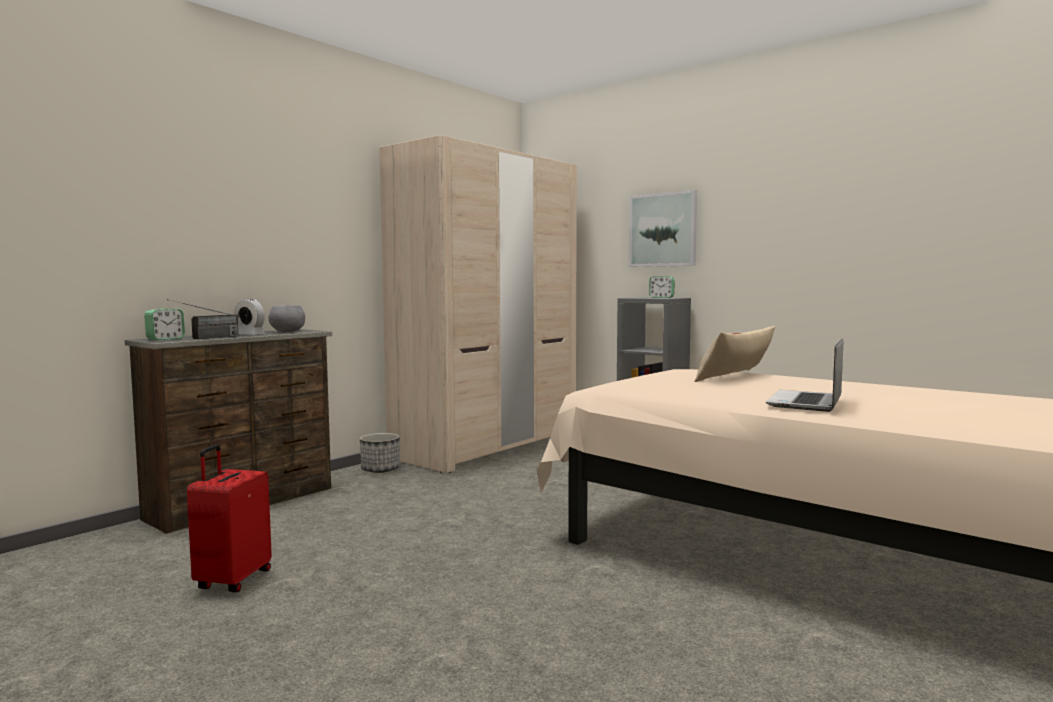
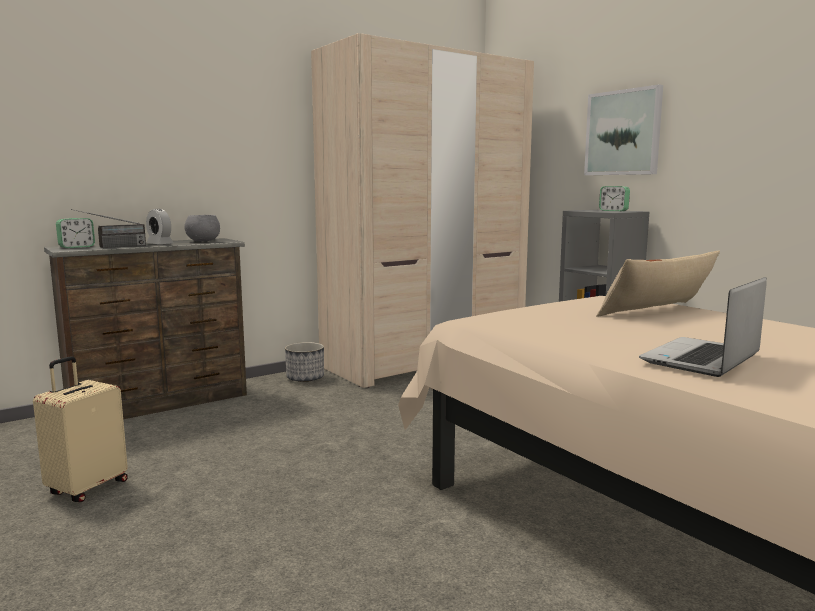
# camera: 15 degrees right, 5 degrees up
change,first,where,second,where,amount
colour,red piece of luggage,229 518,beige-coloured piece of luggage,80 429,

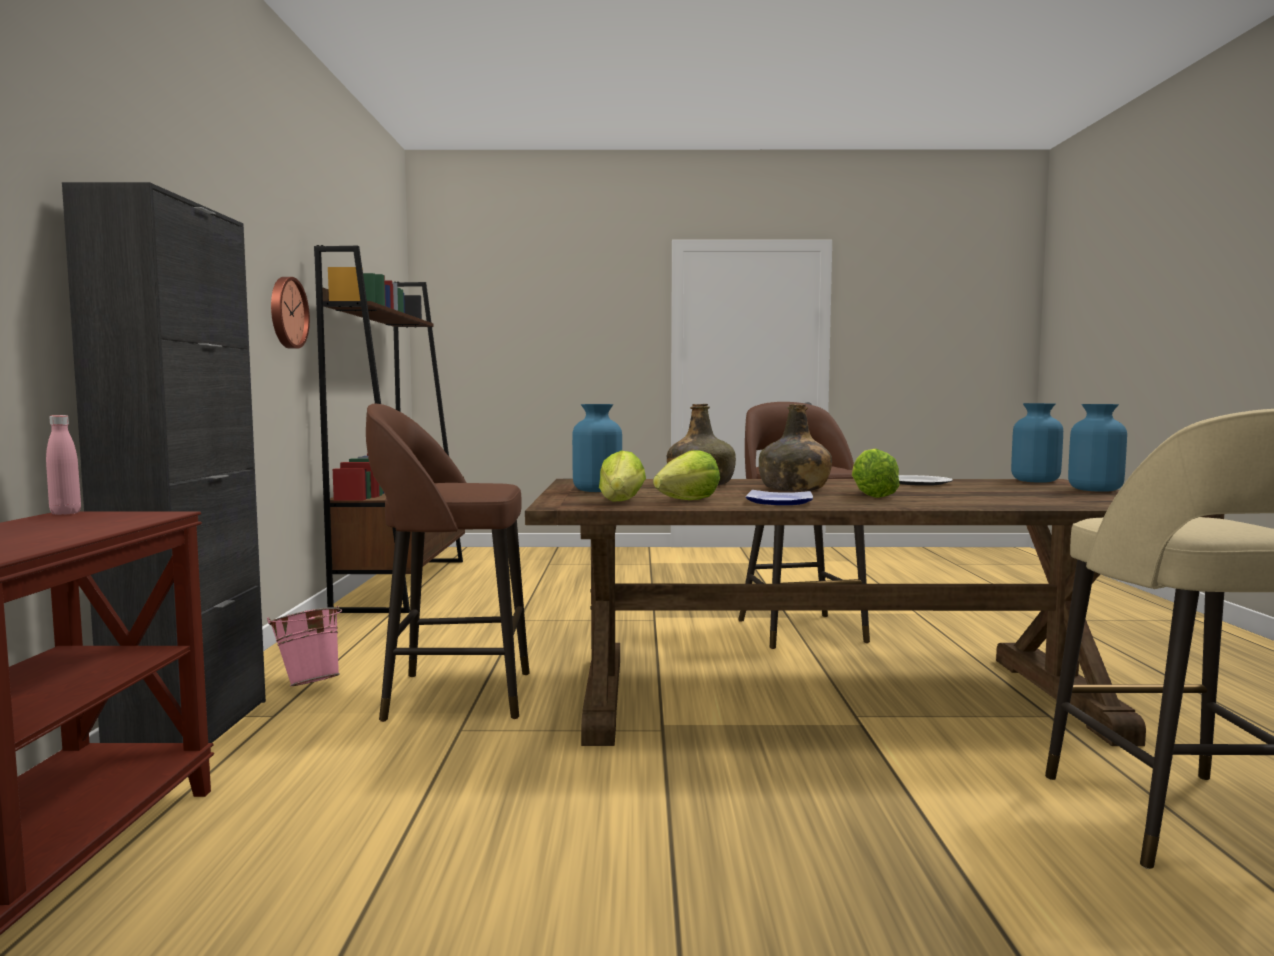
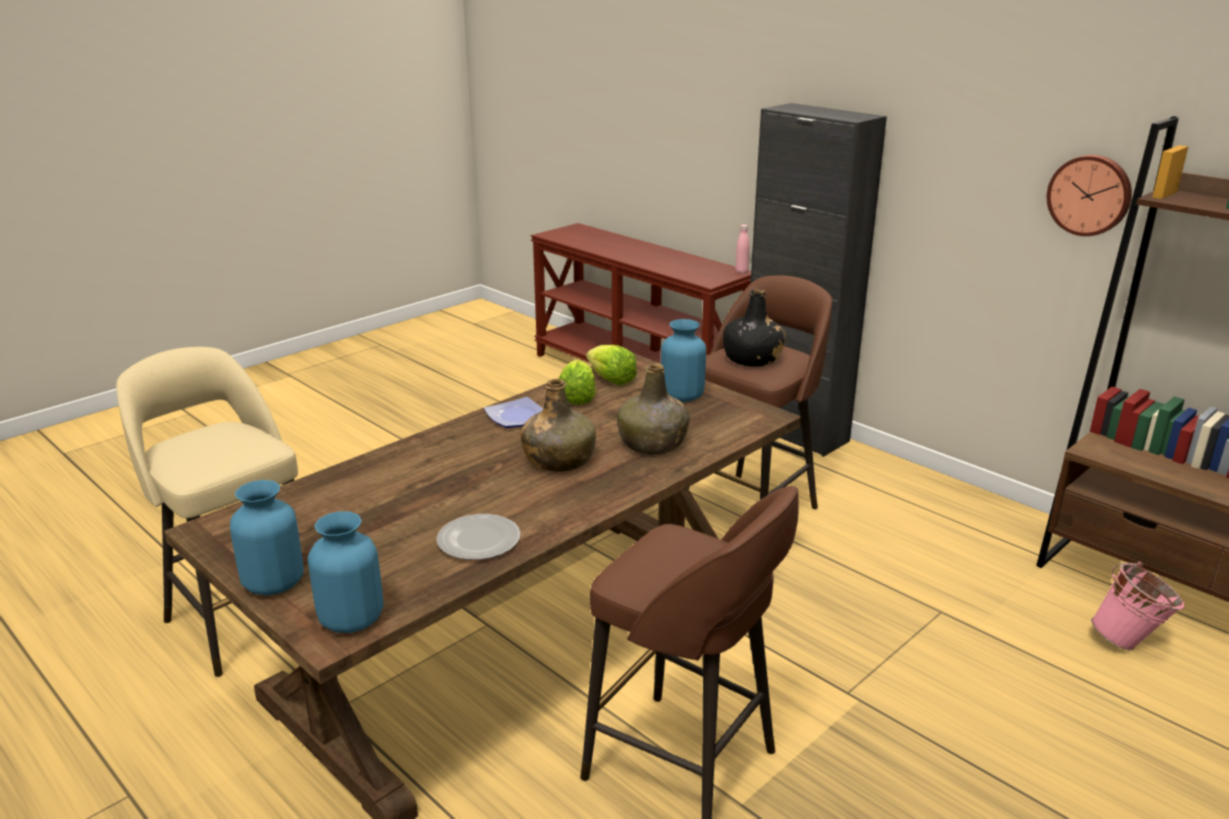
# camera: 135 degrees right, 20 degrees up
change,first,where,second,where,amount
missing,lettuce,876 473,,,
appeared,,,blackish beverage bottle,754 328,
relocated,pink bucket,304 646,,1137 606,

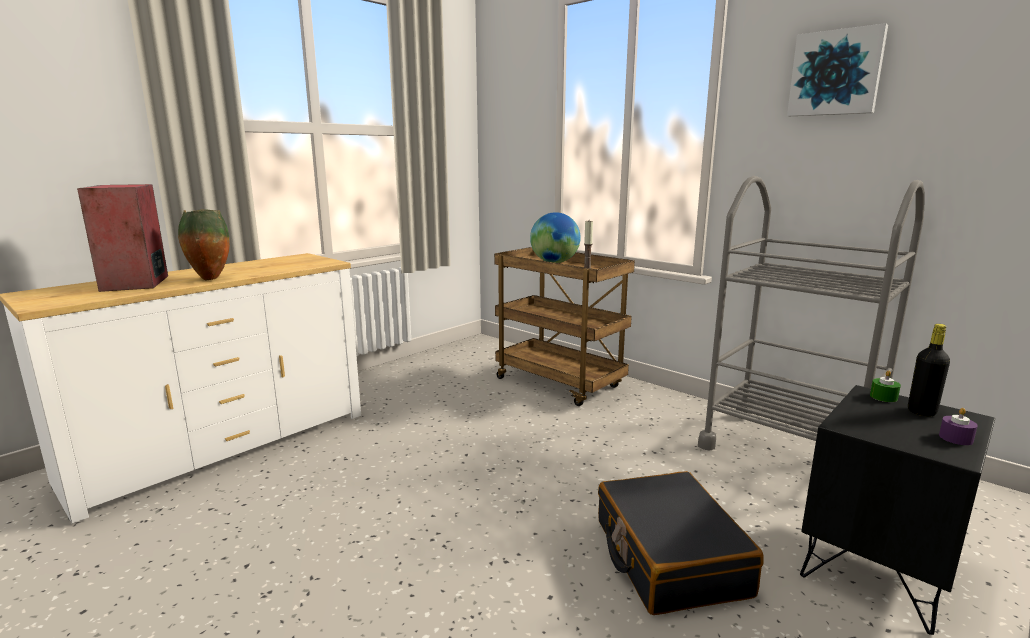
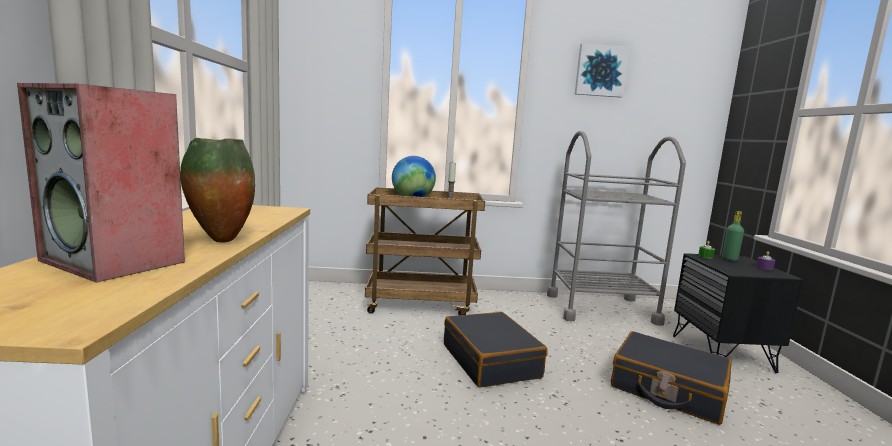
# camera: 45 degrees left, 5 degrees down
change,first,where,second,where,amount
appeared,,,blackish piece of luggage,495 350,
colour,blackish beverage bottle,929 370,green-coloured beverage bottle,733 236,

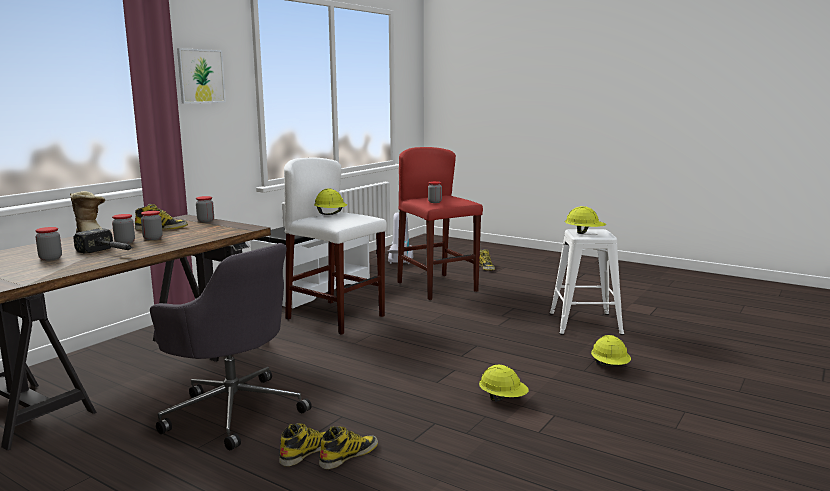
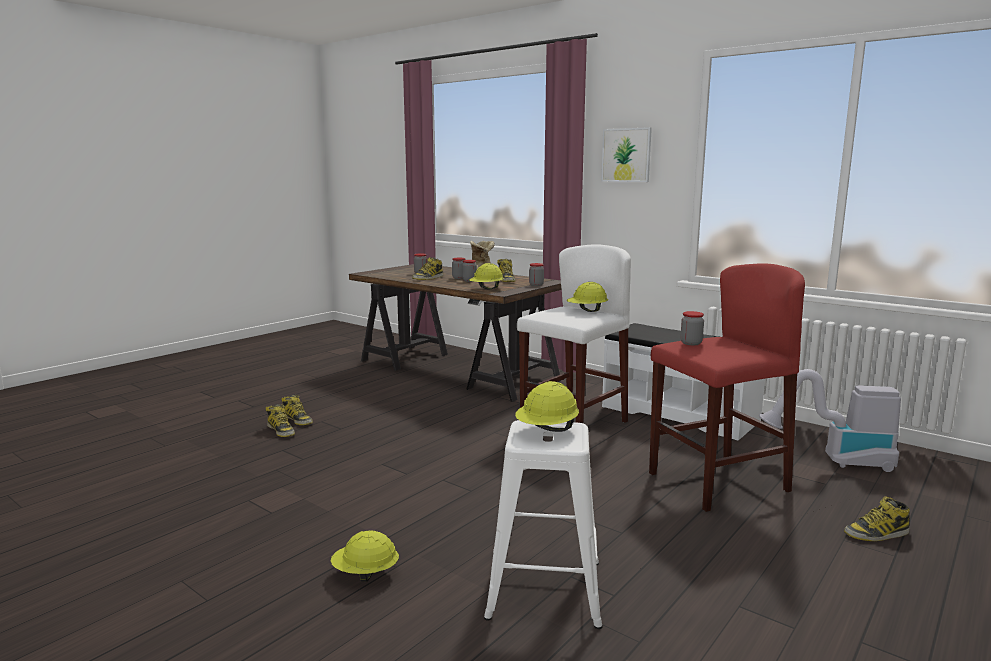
# camera: 95 degrees right, 0 degrees up
change,first,where,second,where,amount
missing,grey computer chair,231 346,,,
relocated,yellow-coloured work helmet,504 383,,486 276,
exchanged,hand hammer,103 240,high-top boot,427 268,

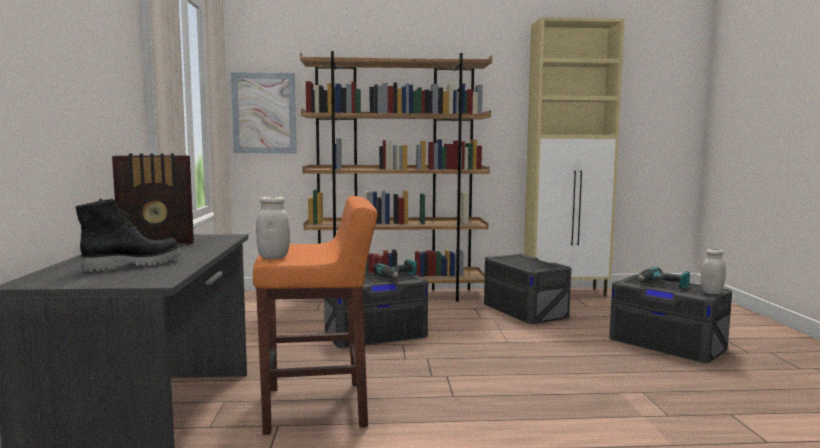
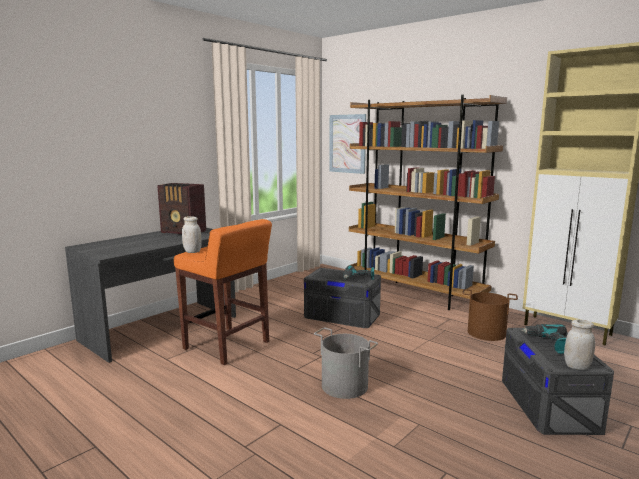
# camera: 45 degrees right, 5 degrees up
change,first,where,second,where,amount
missing,blackish high-top boot,129 235,,,
appeared,,,grey bucket,346 363,
exchanged,grey storage container,527 289,brownish bucket,490 315,

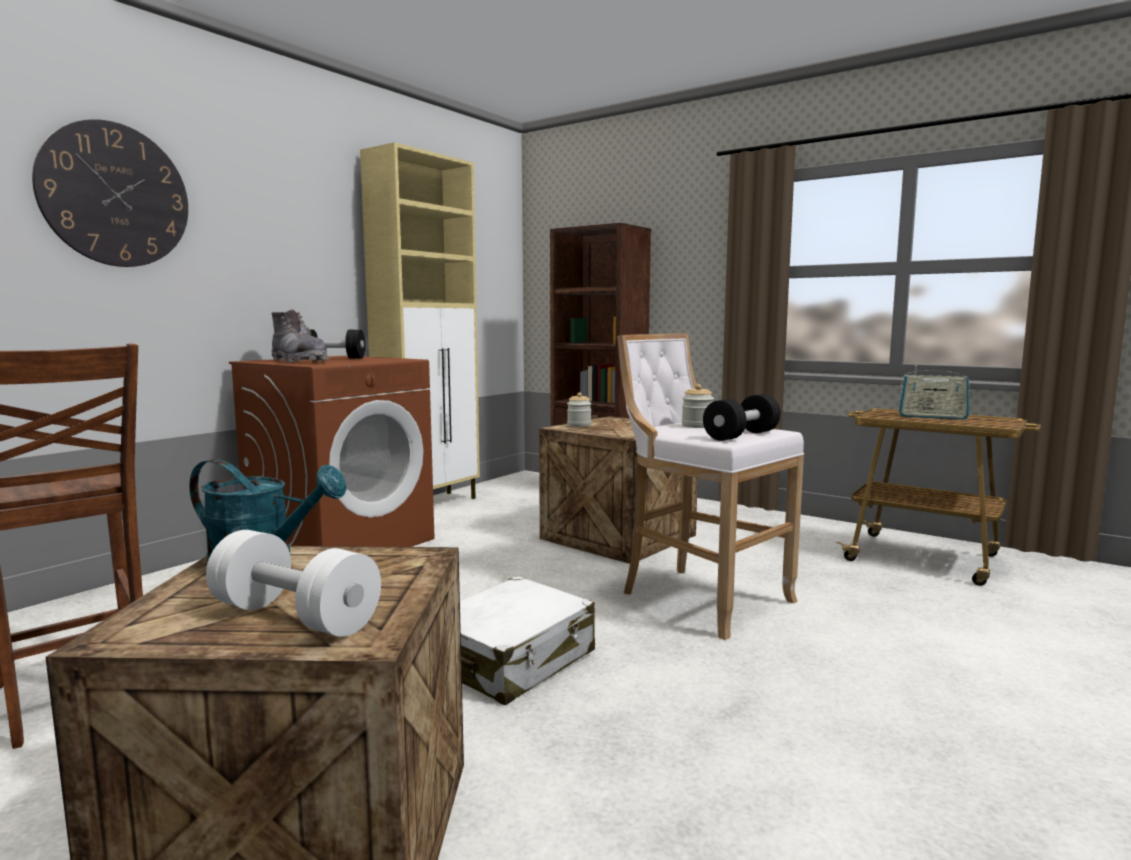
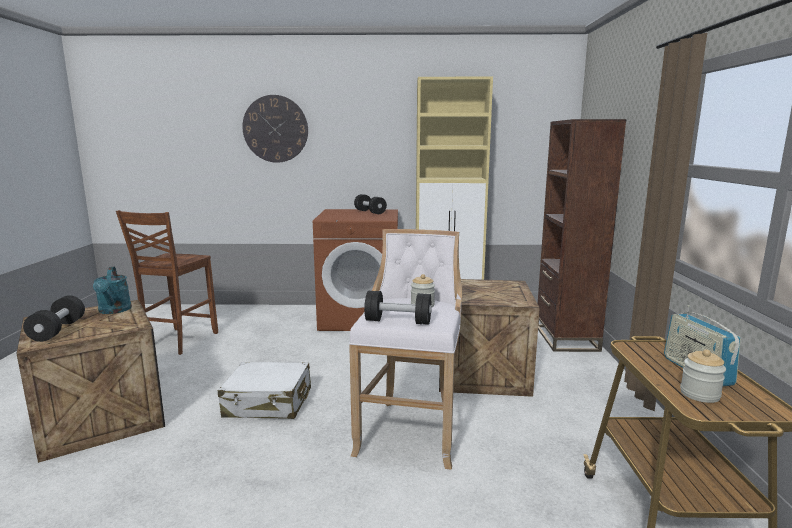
# camera: 55 degrees right, 5 degrees up
change,first,where,second,where,amount
missing,grey high-top boot,299 336,,,
relocated,storage jar,579 409,,703 376,
colour,whitish dumbbell,293 583,blackish dumbbell,54 318,

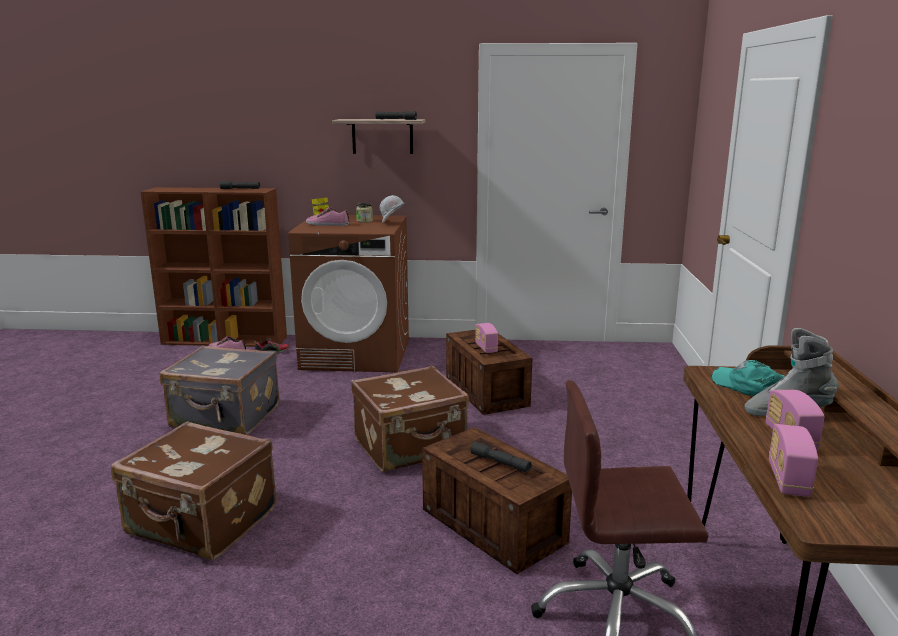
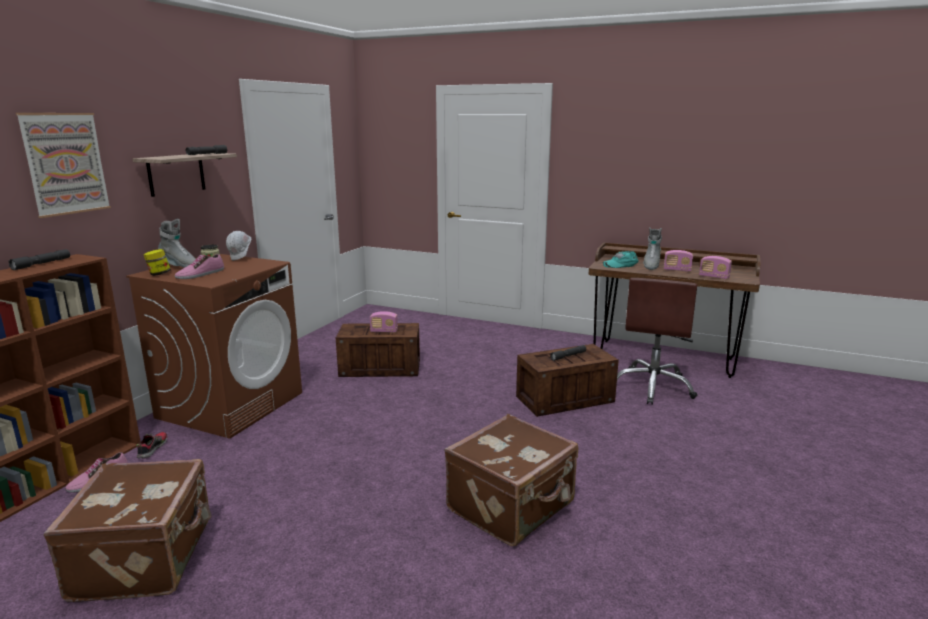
# camera: 70 degrees left, 0 degrees up
change,first,where,second,where,amount
missing,grey piece of luggage,220 390,,,
appeared,,,wall picture,63 165,
appeared,,,grey high-top boot,177 243,
relocated,brownish piece of luggage,410 418,,128 530,

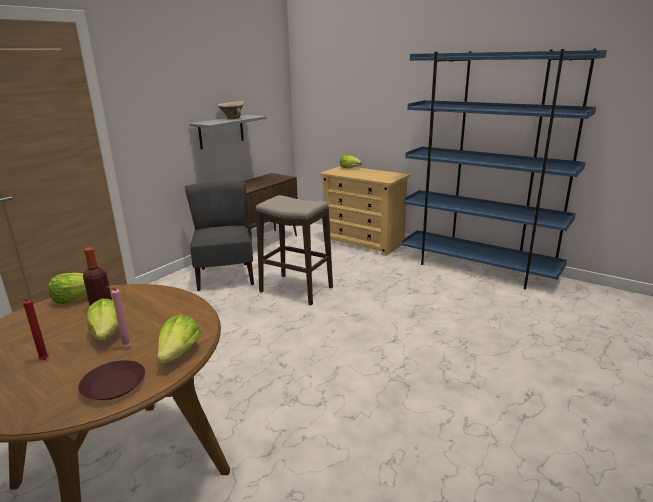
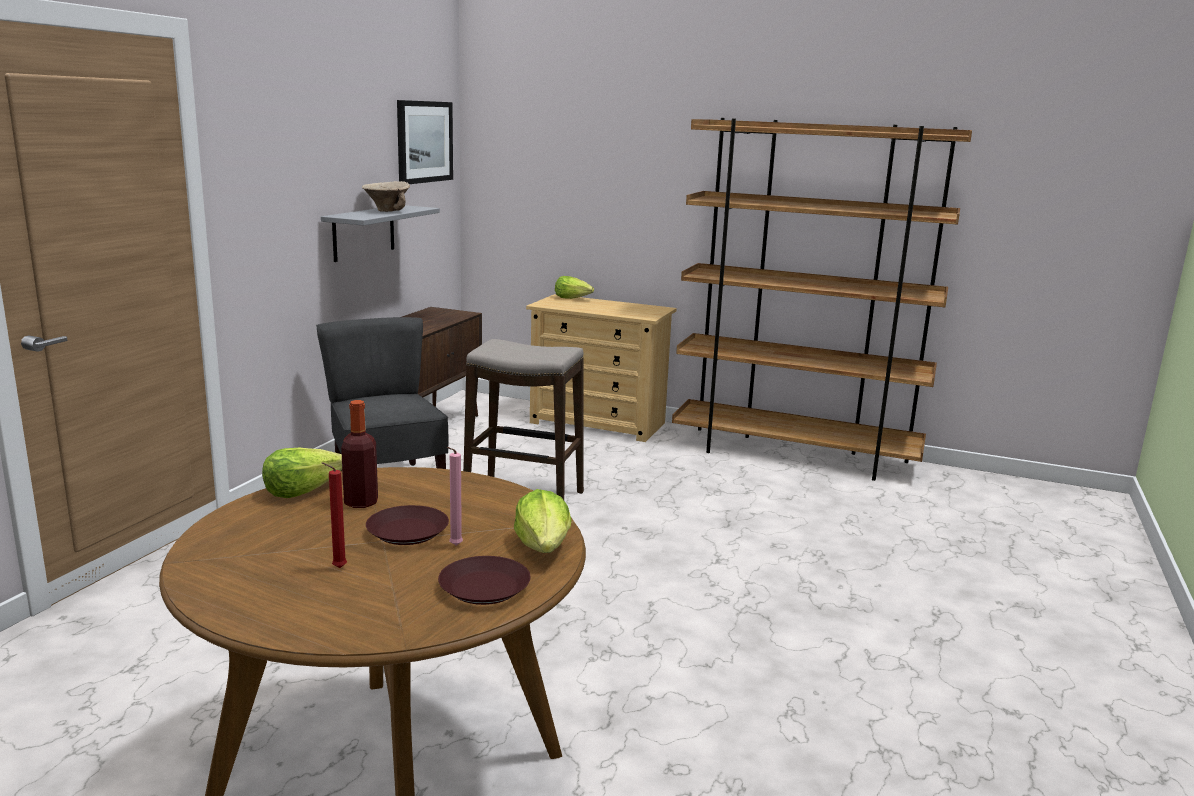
# camera: 15 degrees left, 5 degrees down
change,first,where,second,where,amount
appeared,,,wall picture,425 142,
exchanged,lettuce,106 320,brownish plate,407 525,
colour,blue-coloured bookshelf,504 169,brownish bookshelf,822 299,

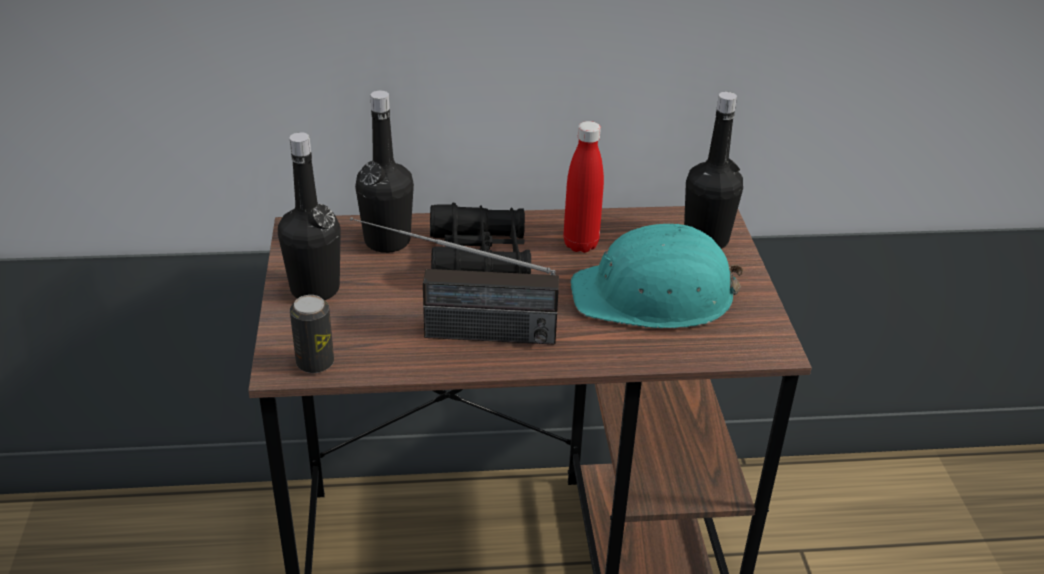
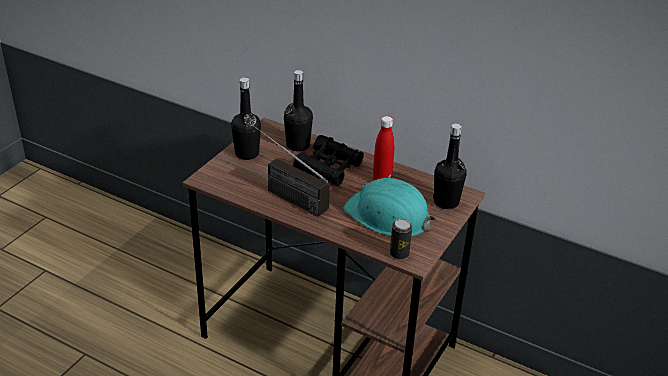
# camera: 35 degrees right, 0 degrees up
change,first,where,second,where,amount
relocated,can,312 334,,401 239,

